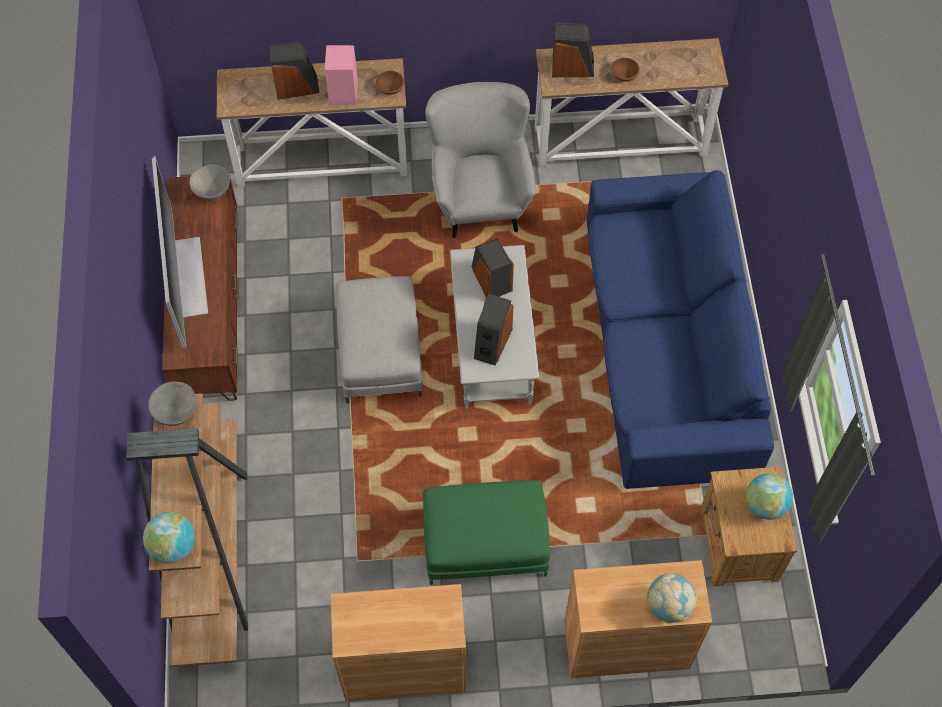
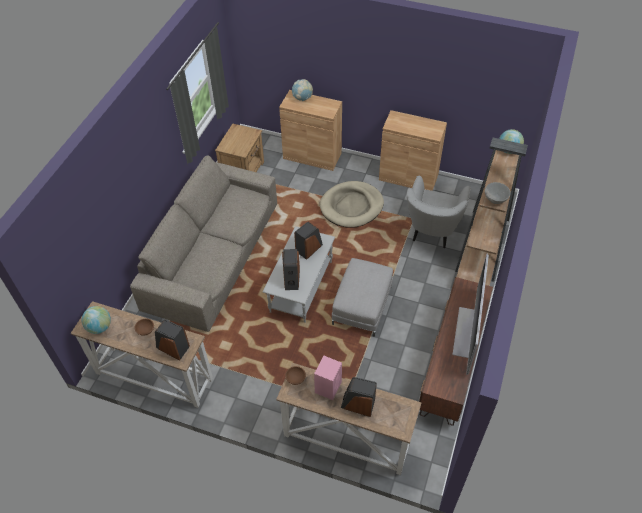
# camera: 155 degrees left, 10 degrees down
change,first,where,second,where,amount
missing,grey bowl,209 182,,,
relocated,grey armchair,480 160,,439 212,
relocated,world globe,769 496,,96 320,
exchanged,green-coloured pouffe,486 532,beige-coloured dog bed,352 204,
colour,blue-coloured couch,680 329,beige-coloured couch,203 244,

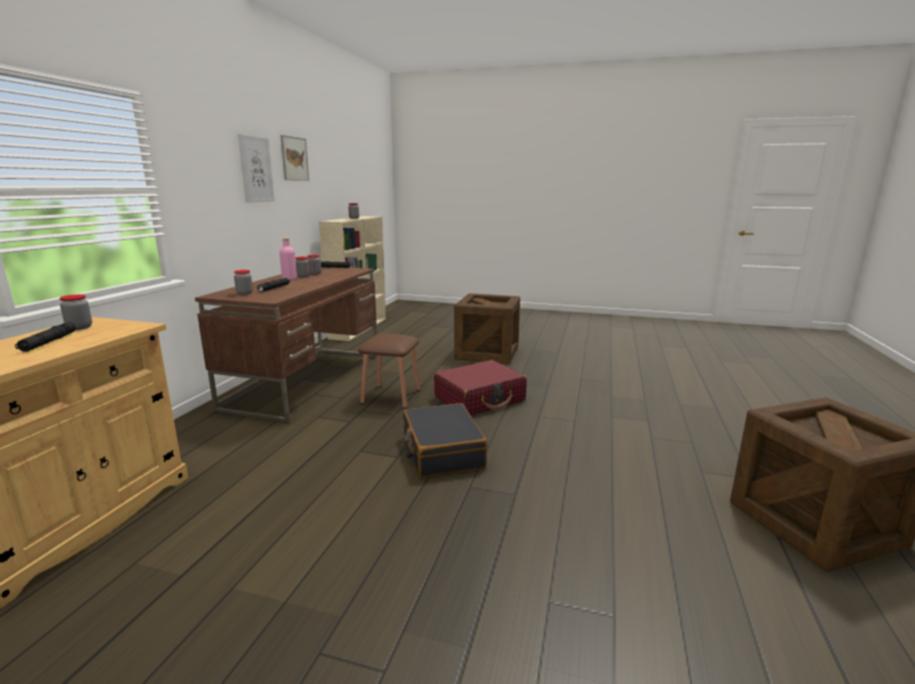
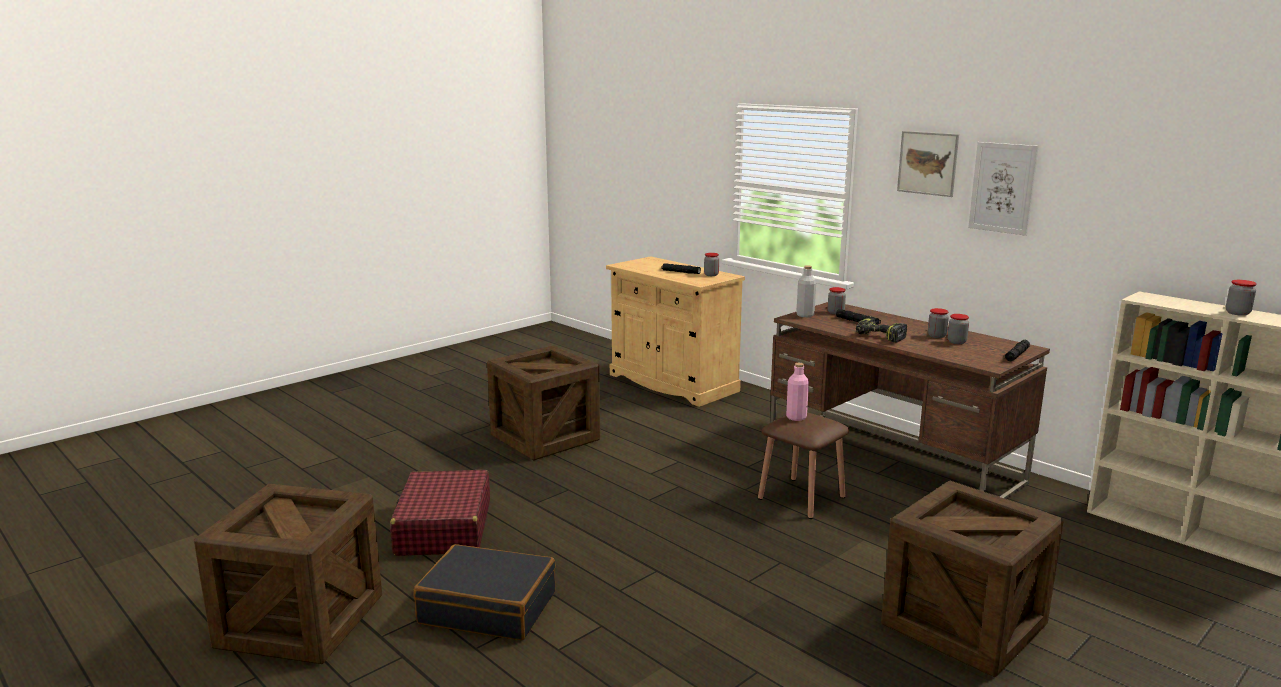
# camera: 120 degrees right, 0 degrees up
change,first,where,second,where,amount
appeared,,,shipping crate,543 402,
appeared,,,grey beverage bottle,806 291,
appeared,,,power drill,881 330,
relocated,pink beverage bottle,288 259,,797 392,
relocated,wall picture,294 158,,928 164,
relocated,blackish piece of luggage,445 440,,485 592,
relocated,red piece of luggage,480 387,,440 513,

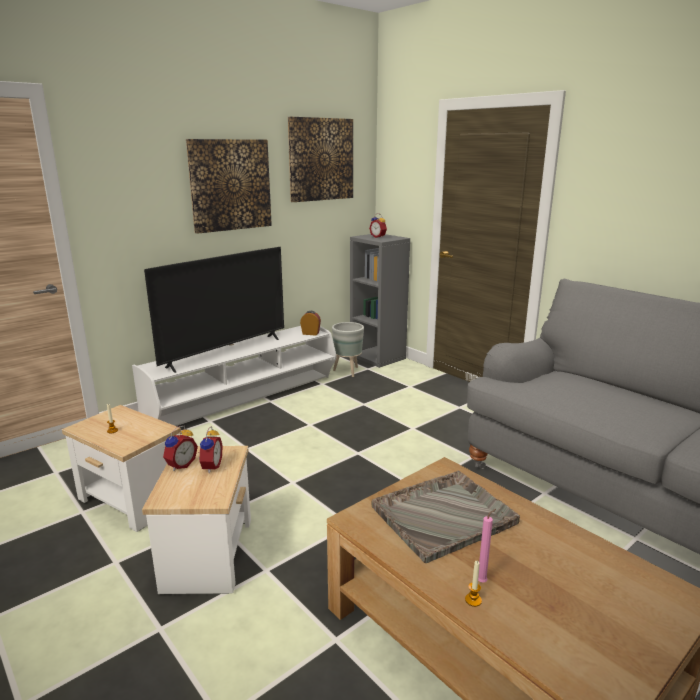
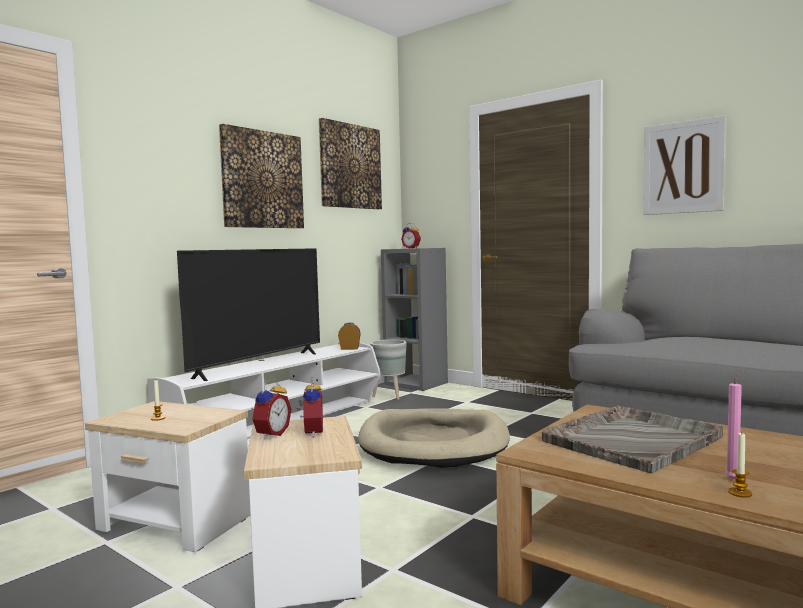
# camera: 10 degrees left, 15 degrees down
change,first,where,second,where,amount
appeared,,,beige-coloured dog bed,434 438,
appeared,,,wall picture,684 165,

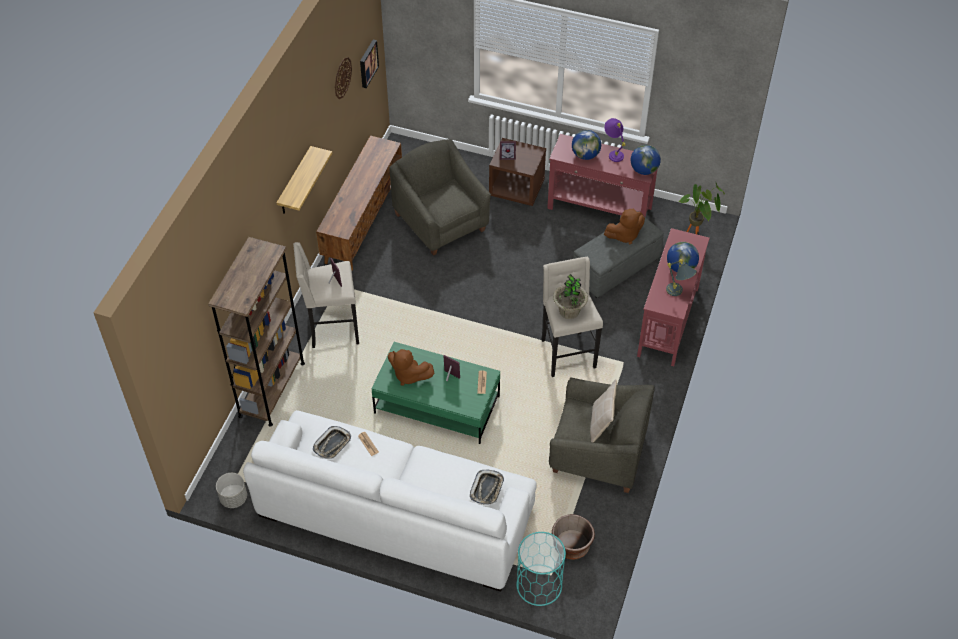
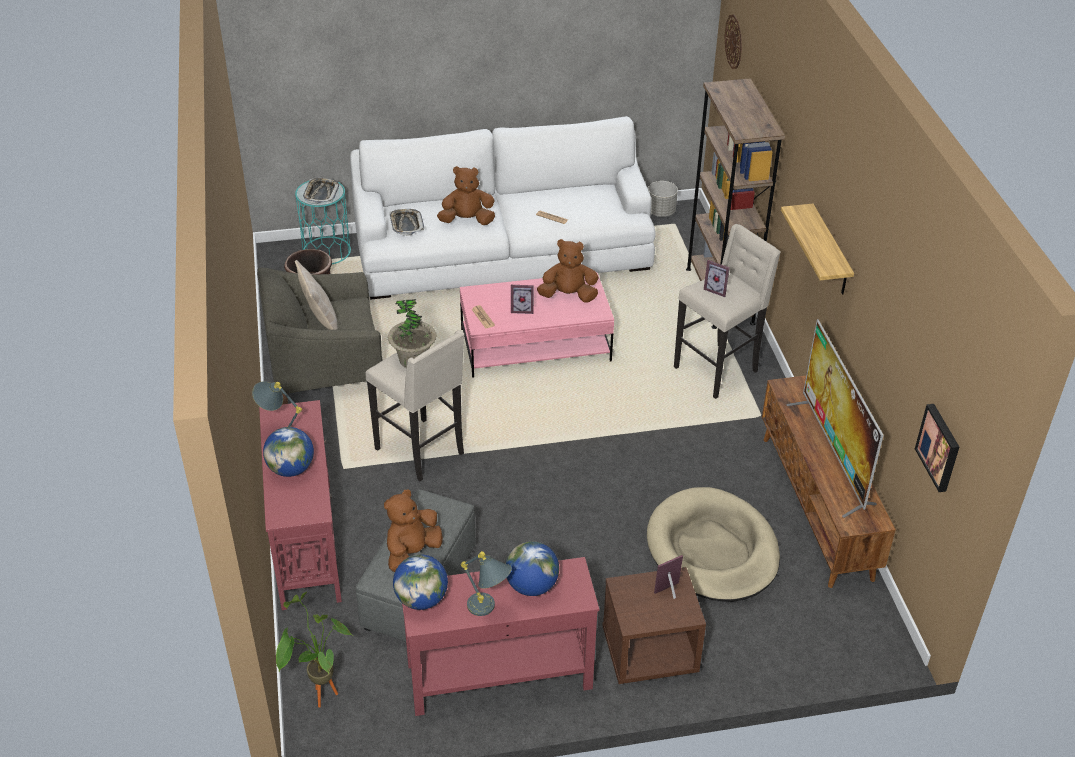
# camera: 150 degrees right, 10 degrees down
change,first,where,second,where,amount
appeared,,,brownish soft toy,466 195,
appeared,,,TV set,835 418,
relocated,tray,332 442,,321 191,
relocated,clock on the wall,343 78,,733 42,
exchanged,grey armchair,440 197,beige-coloured dog bed,713 544,
colour,green-coloured coffee table,435 393,pink coffee table,537 325,
colour,purple-coloured table lamp,614 140,grey table lamp,486 583,

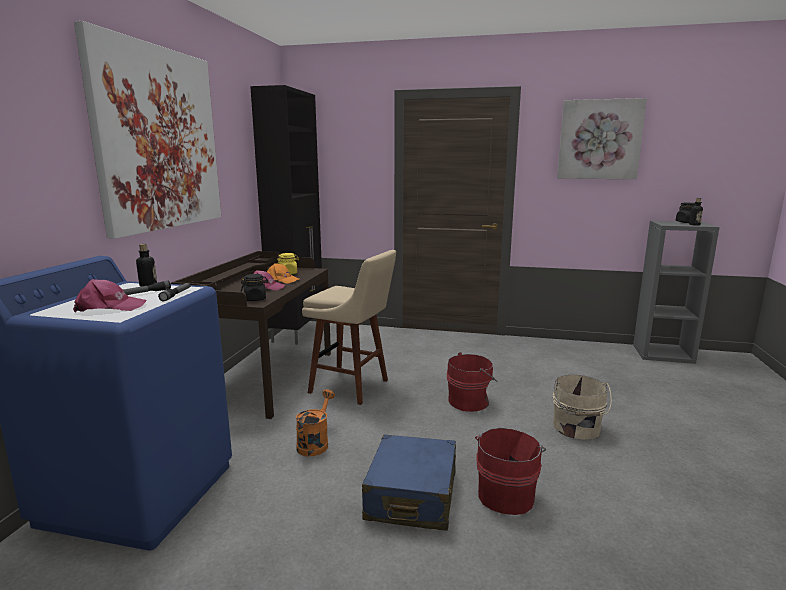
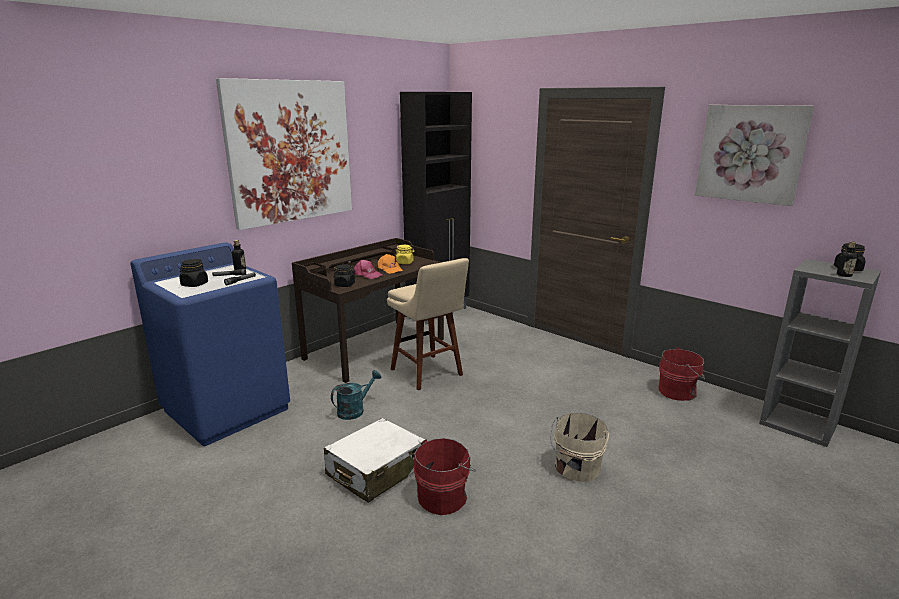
# camera: 30 degrees right, 5 degrees up
change,first,where,second,where,amount
relocated,red bucket,472 382,,682 374,
exchanged,pink cap,110 296,blackish storage jar,193 273,
colour,orangey sprinkling can,315 423,turquoise-coloured sprinkling can,356 395,
colour,blue-coloured piece of luggage,409 483,whitish piece of luggage,374 460,

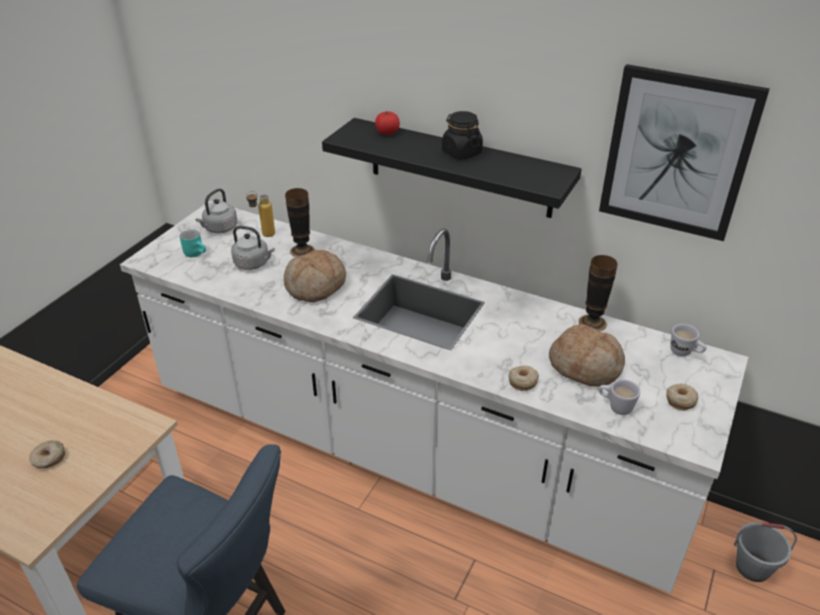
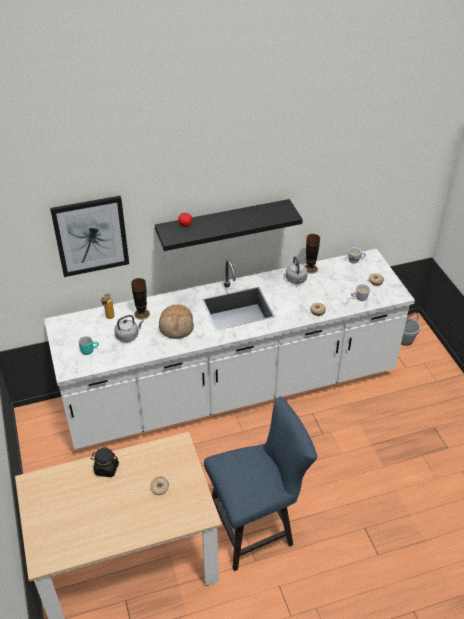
# camera: 45 degrees left, 5 degrees up
change,first,where,second,where,amount
missing,baked bread,587 356,,,
relocated,grey kettle,216 210,,297 270,
relocated,blackish storage jar,462 135,,105 462,
relocated,wall picture,684 152,,89 236,

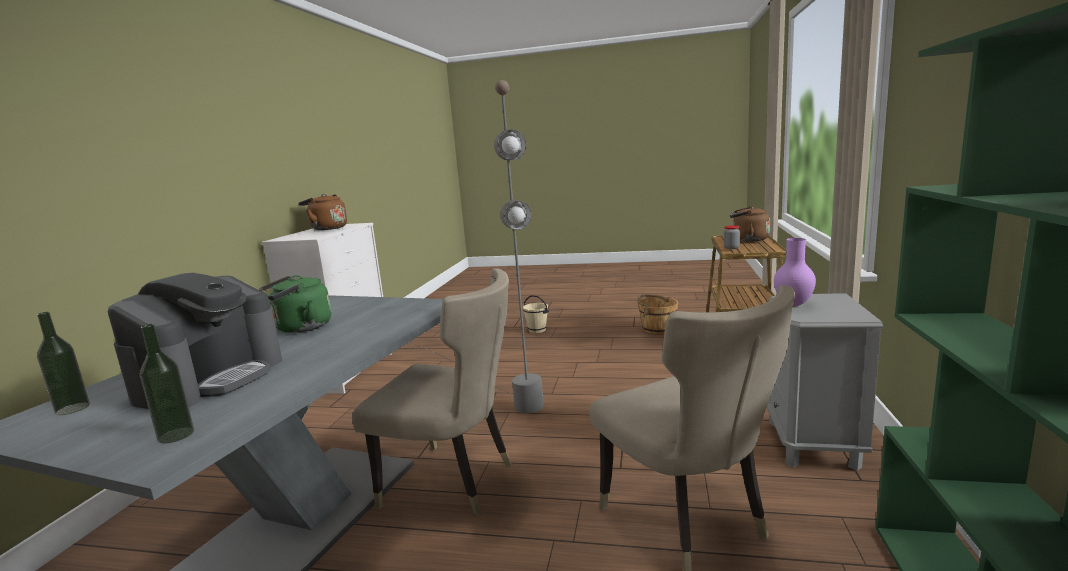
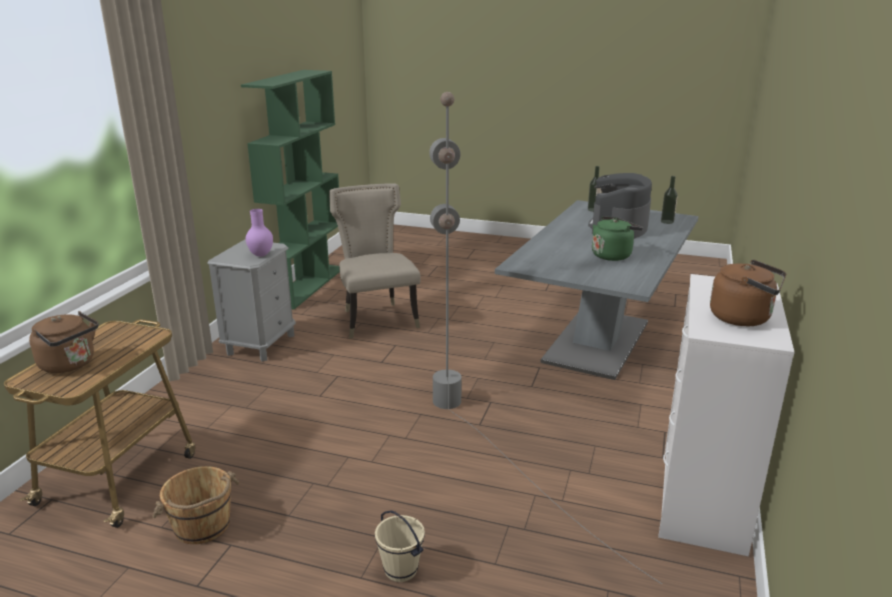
# camera: 175 degrees left, 10 degrees up
change,first,where,second,where,amount
missing,beige-coloured plain chair,431 392,,,
missing,storage jar,732 237,,,

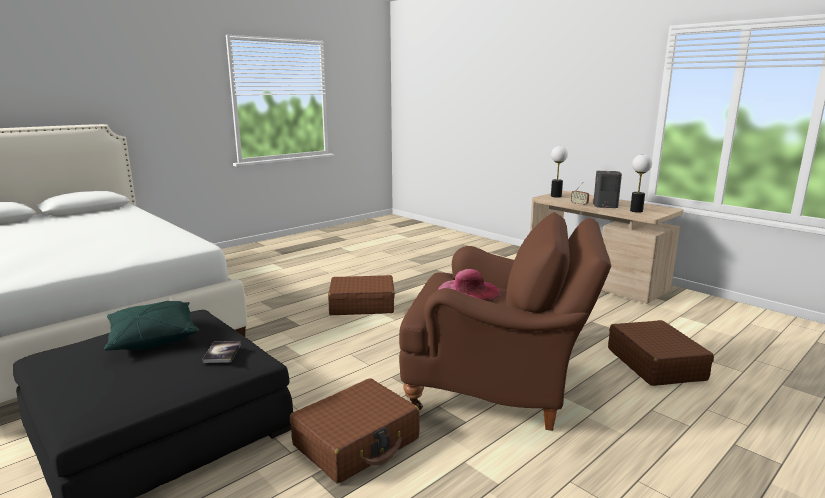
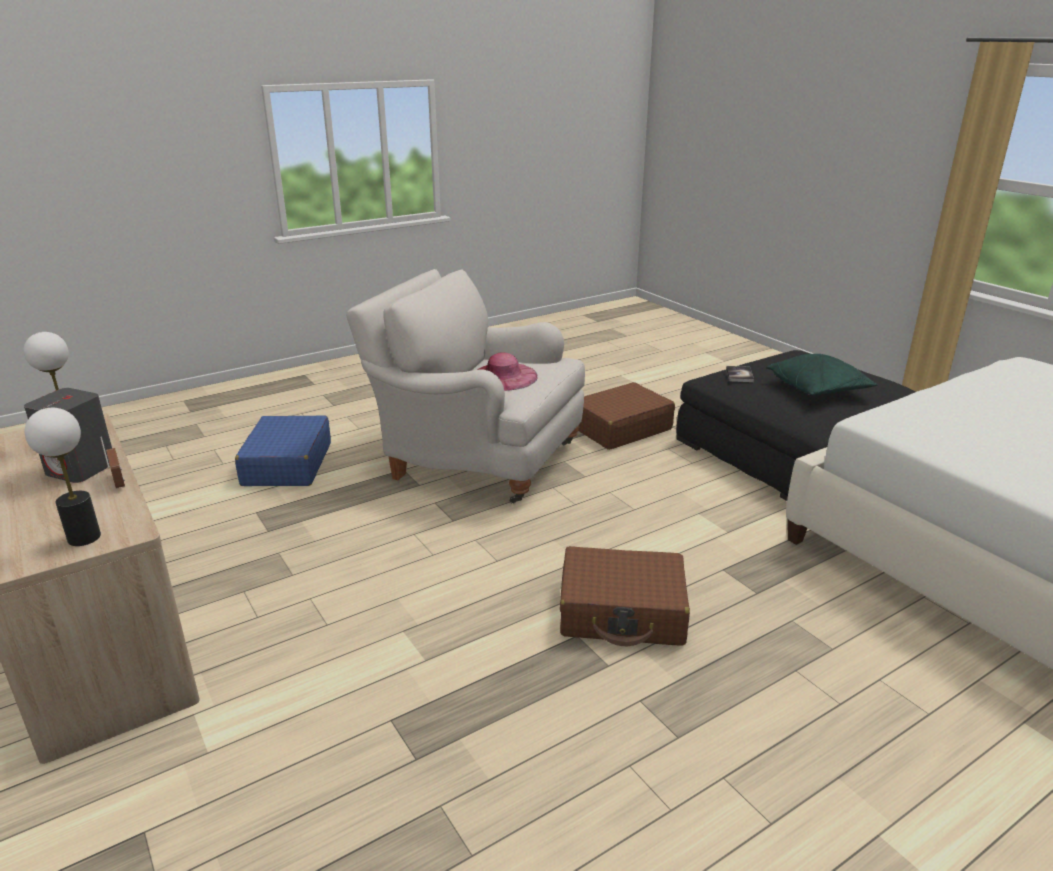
# camera: 170 degrees left, 10 degrees up
change,first,where,second,where,amount
colour,brownish armchair,505 321,whitish armchair,465 386,
colour,brownish piece of luggage,661 353,blue-coloured piece of luggage,283 450,

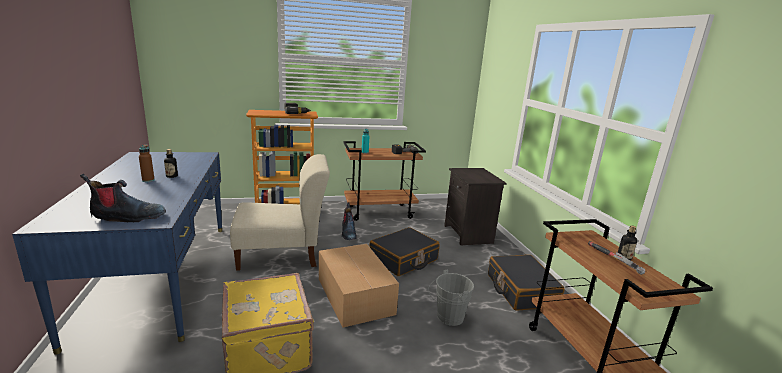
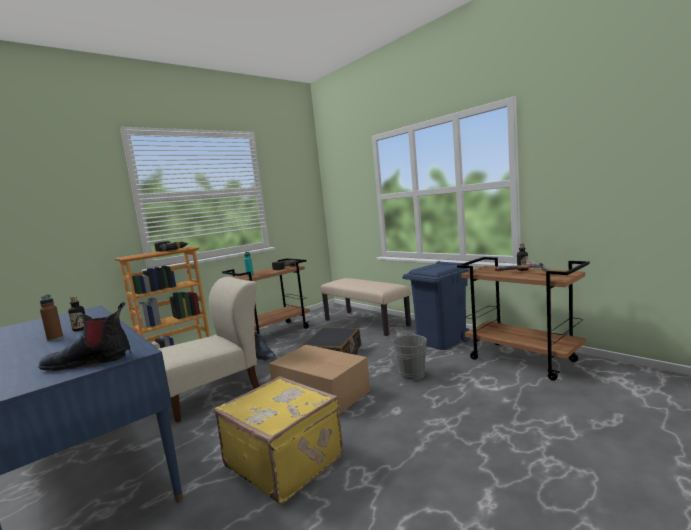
# camera: 25 degrees left, 10 degrees down
change,first,where,second,where,amount
exchanged,blackish night table,475 207,beige-coloured long seat,365 307,
exchanged,blackish piece of luggage,526 282,blue-coloured trash can,436 305,
spun,high-top boot,123 198,,85 336,150 degrees counterclockwise

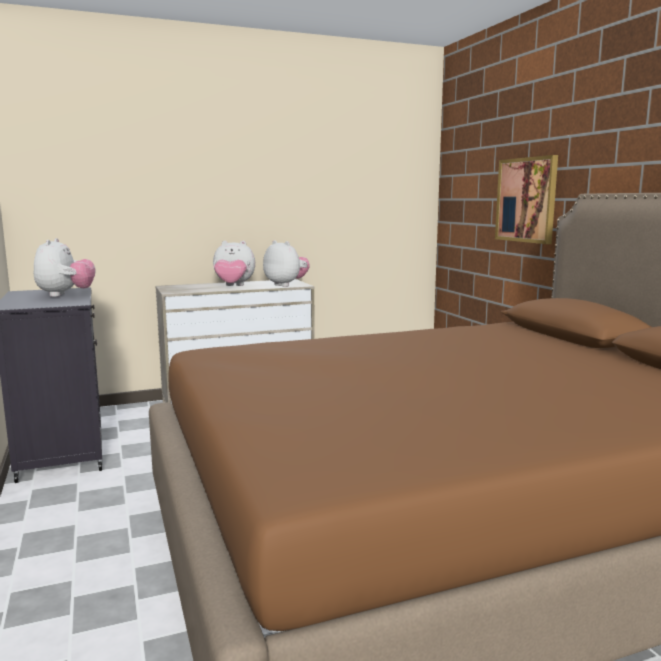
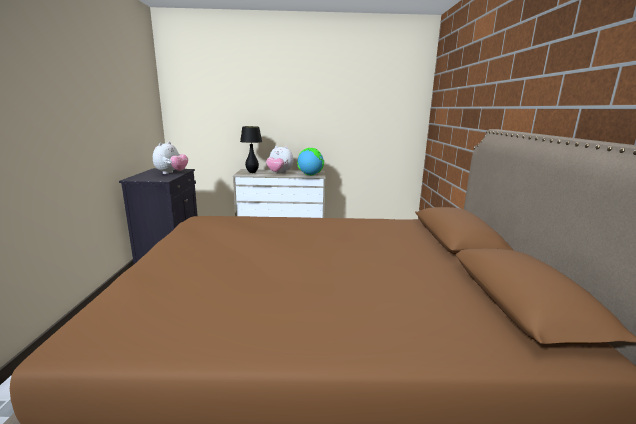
# camera: 20 degrees right, 5 degrees up
change,first,where,second,where,amount
missing,wall picture,526 199,,,
appeared,,,blackish table lamp,251 149,
exchanged,soft toy,286 263,world globe,310 161,

